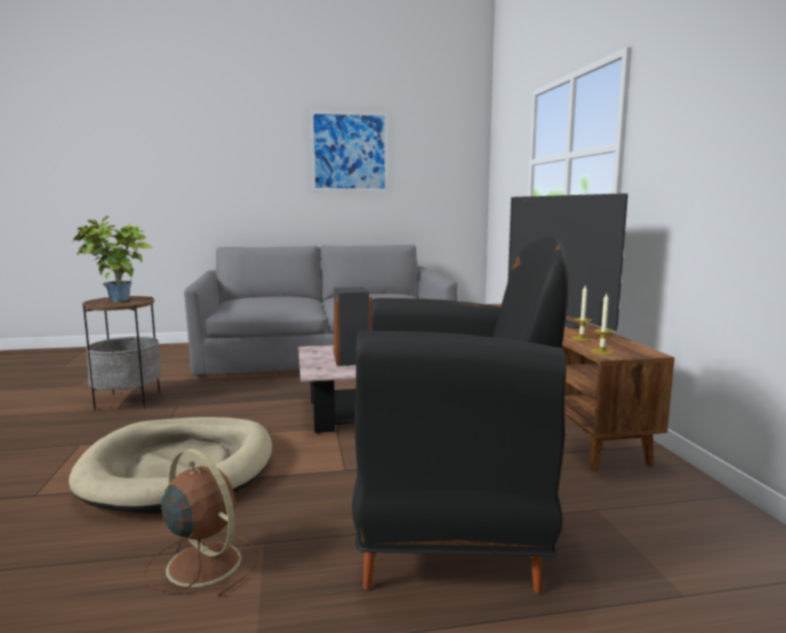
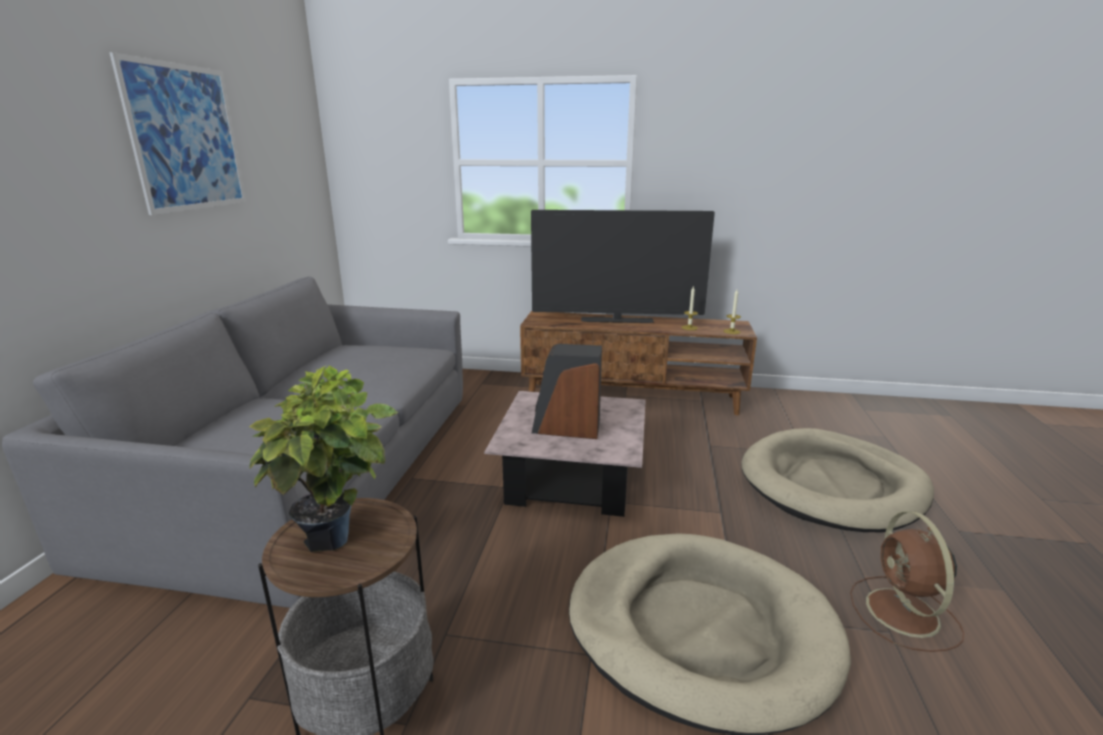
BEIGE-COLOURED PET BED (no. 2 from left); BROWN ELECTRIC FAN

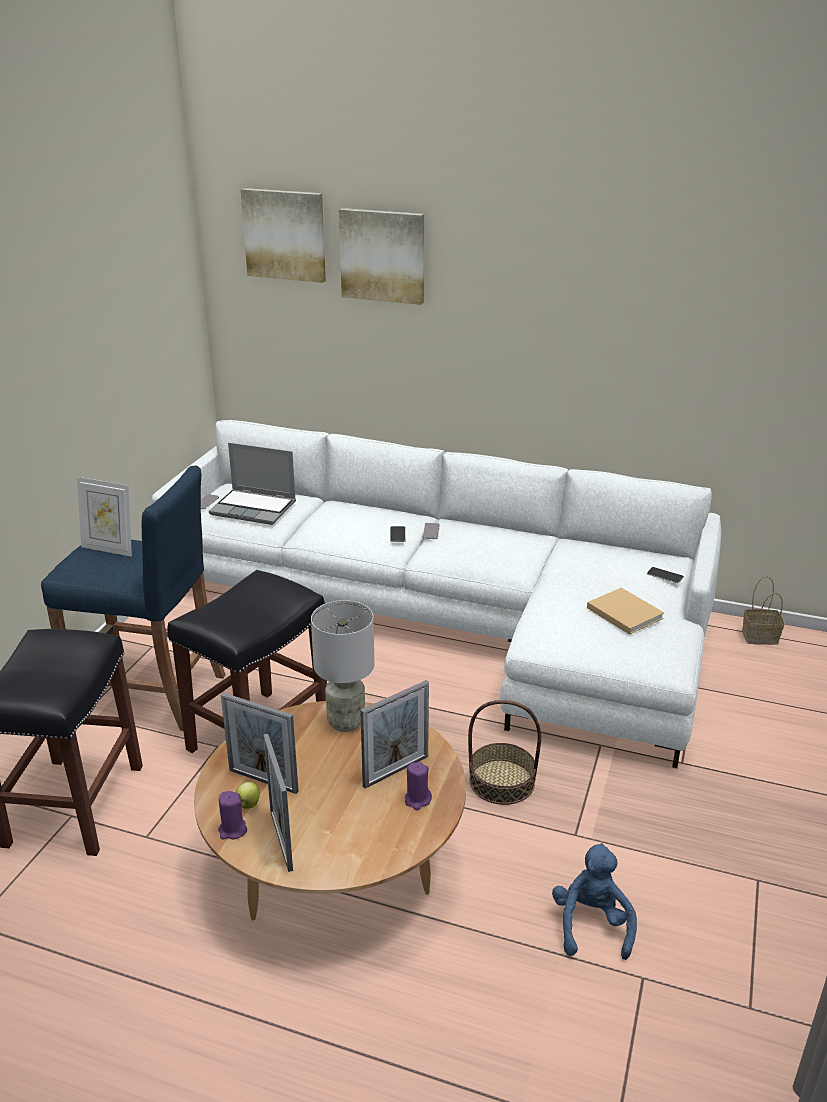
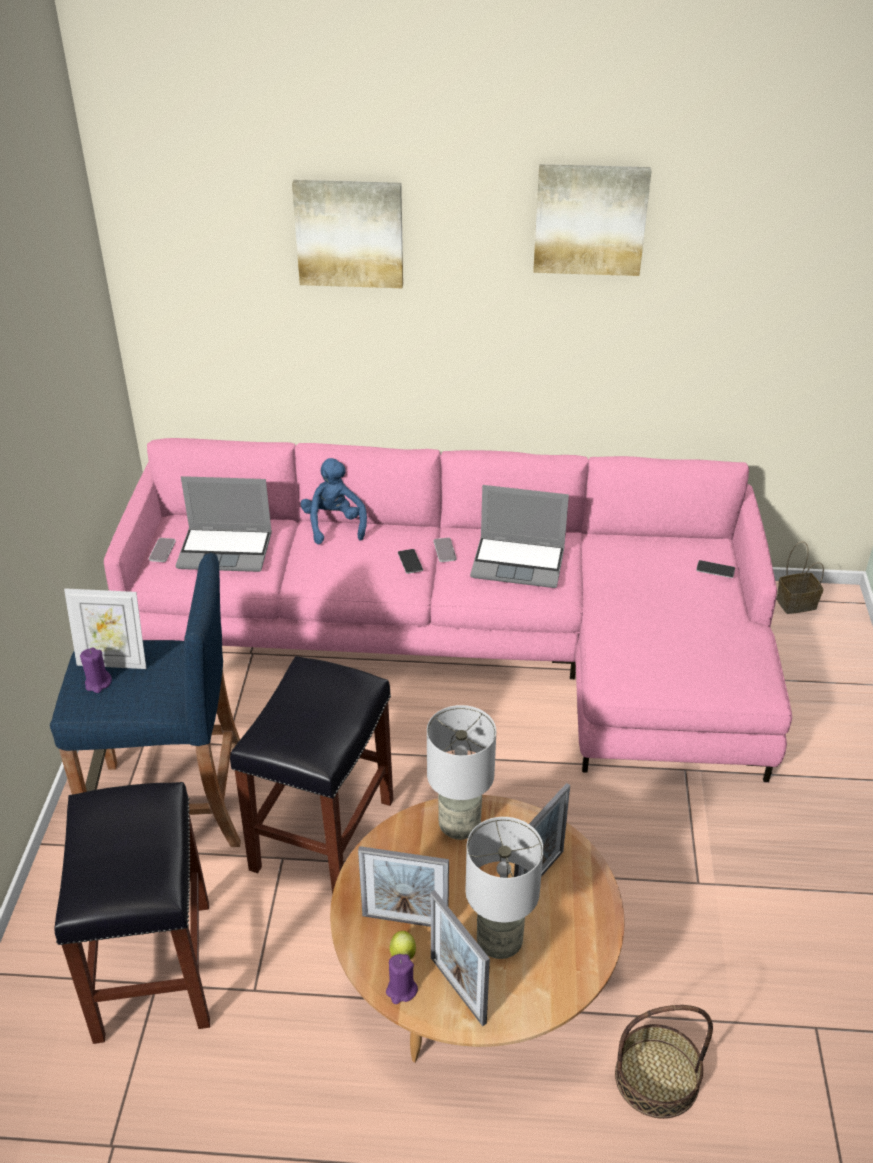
BEIGE-COLOURED BOUND BOOK; GREYISH TABLE LAMP (no. 2 from left); LAPTOP (no. 2 from left); WALL ART (no. 2 from left); PURPLE-COLOURED WAX CANDLE (no. 1 from left); STORAGE BASKET (no. 1 from left); BLUE SOFT TOY; PINKISH COUCH

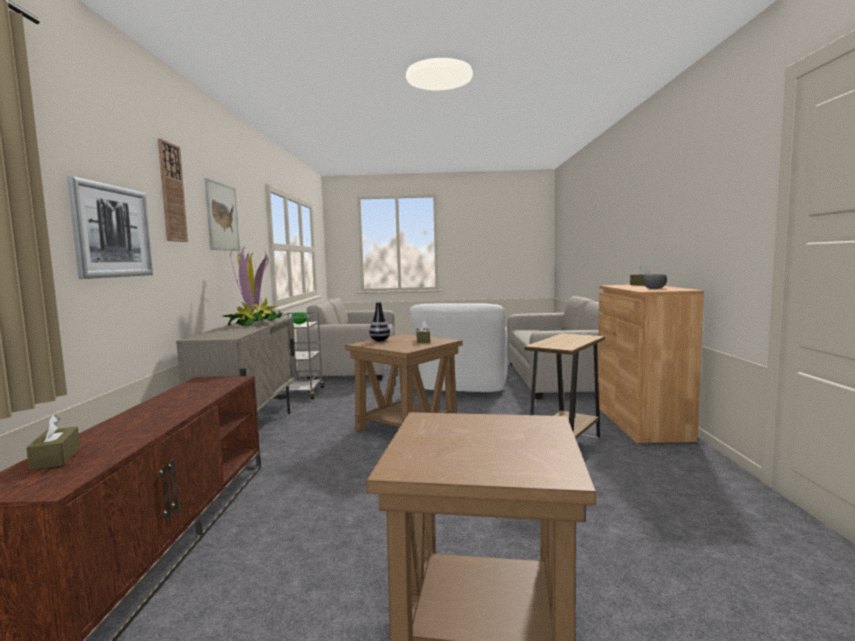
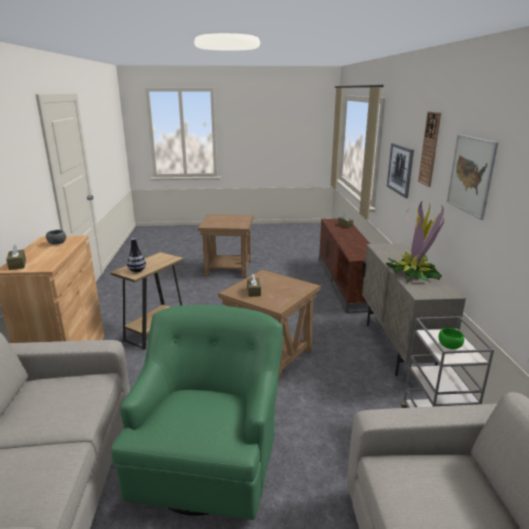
FLOWER VASE; GREENISH LOUNGE CHAIR

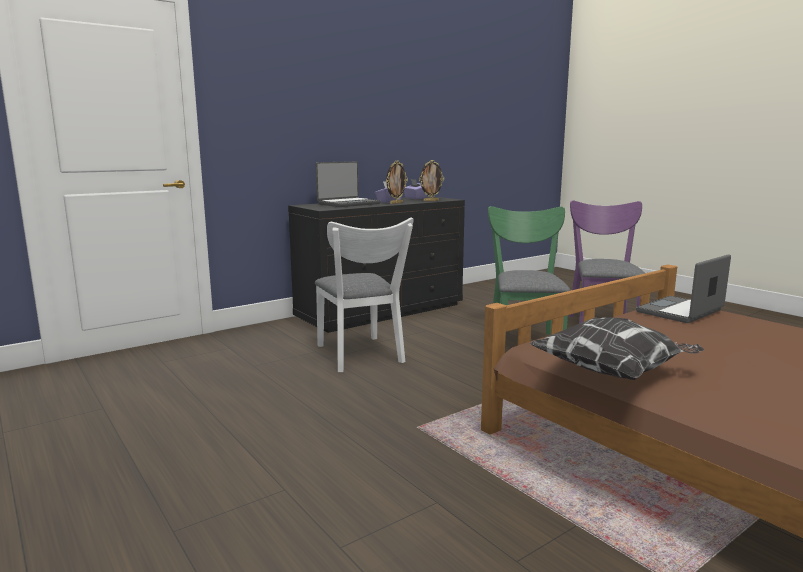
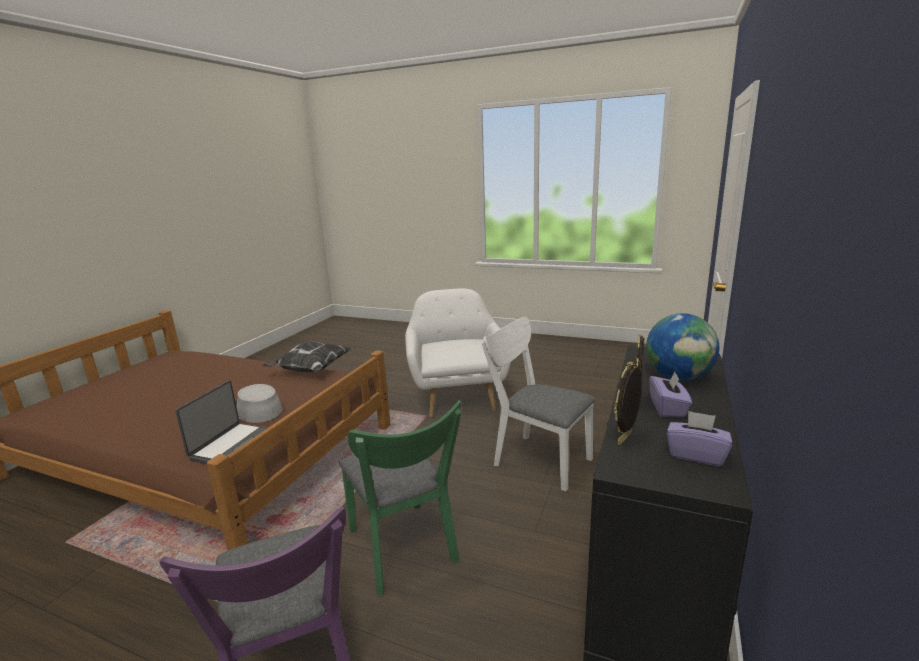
GREYISH HAT; WHITE-COLOURED LOUNGE CHAIR; GLOBE

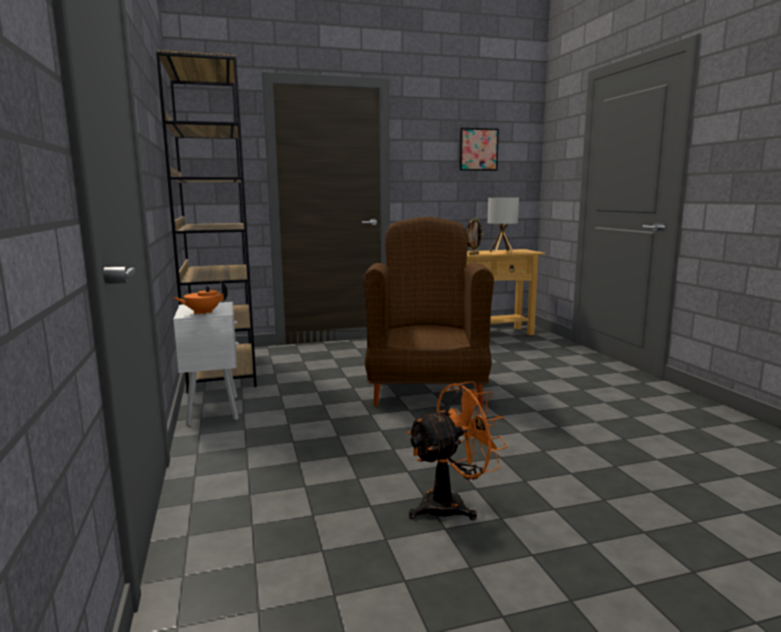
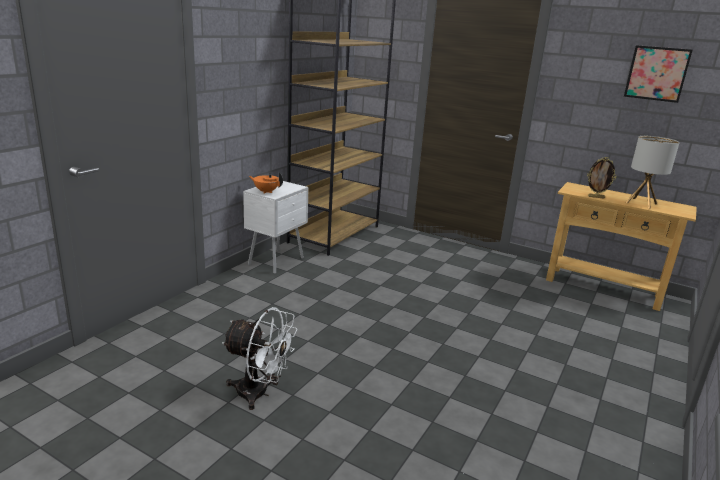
BROWN LOUNGE CHAIR; WHITE-COLOURED ELECTRIC FAN

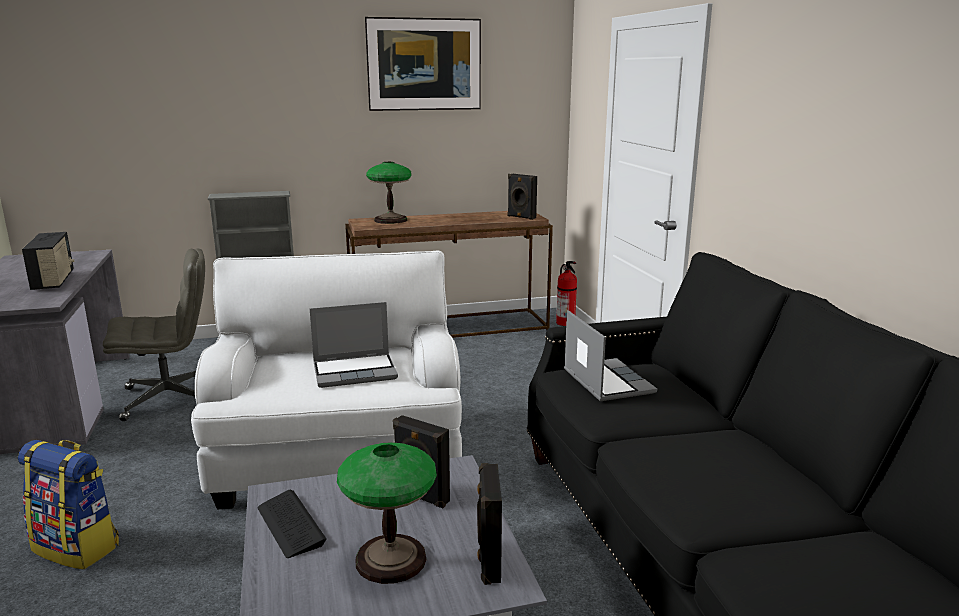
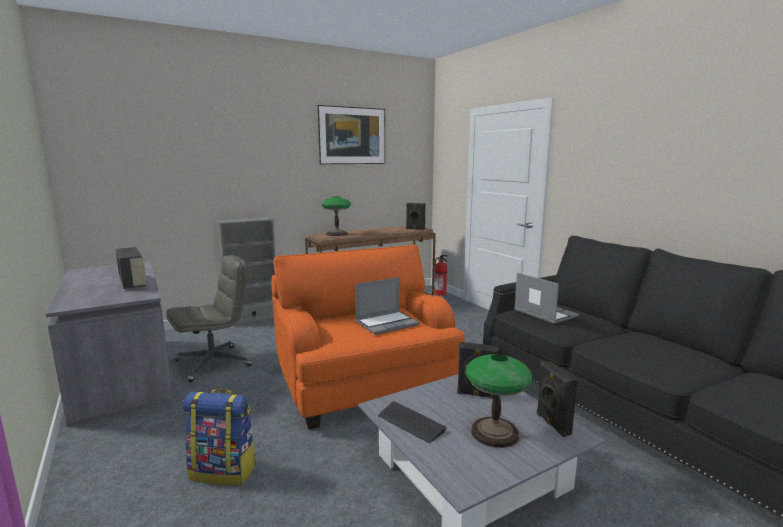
ORANGEY LOUNGE CHAIR

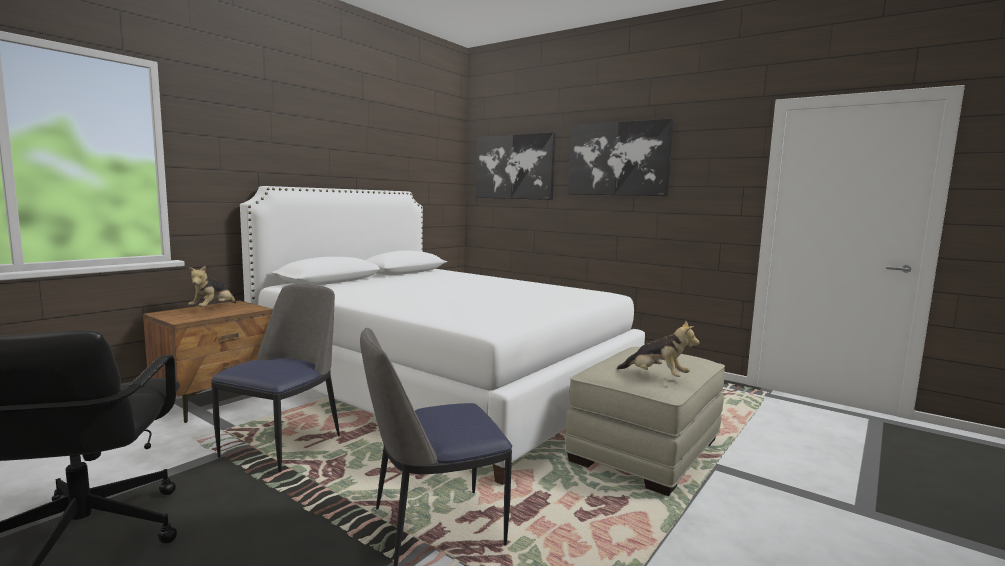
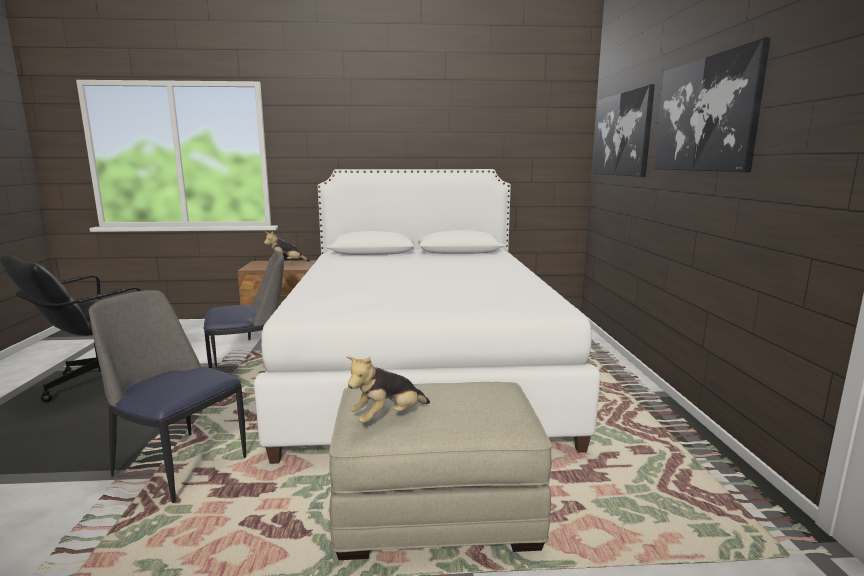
SOFT TOY (no. 2 from left)

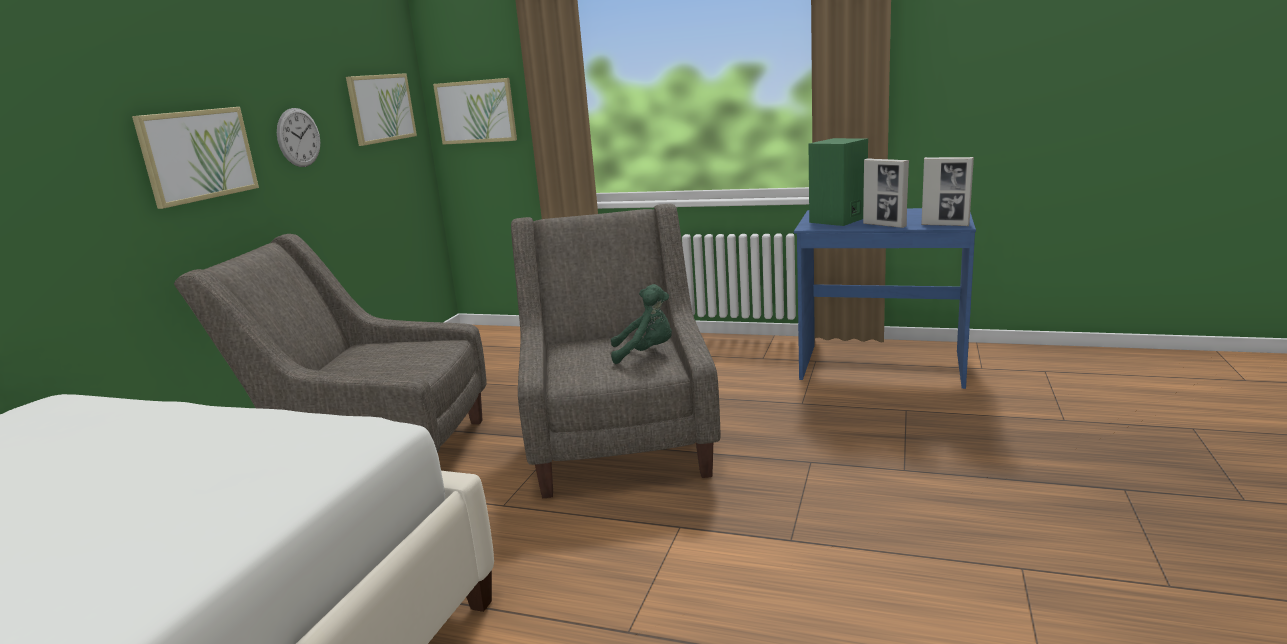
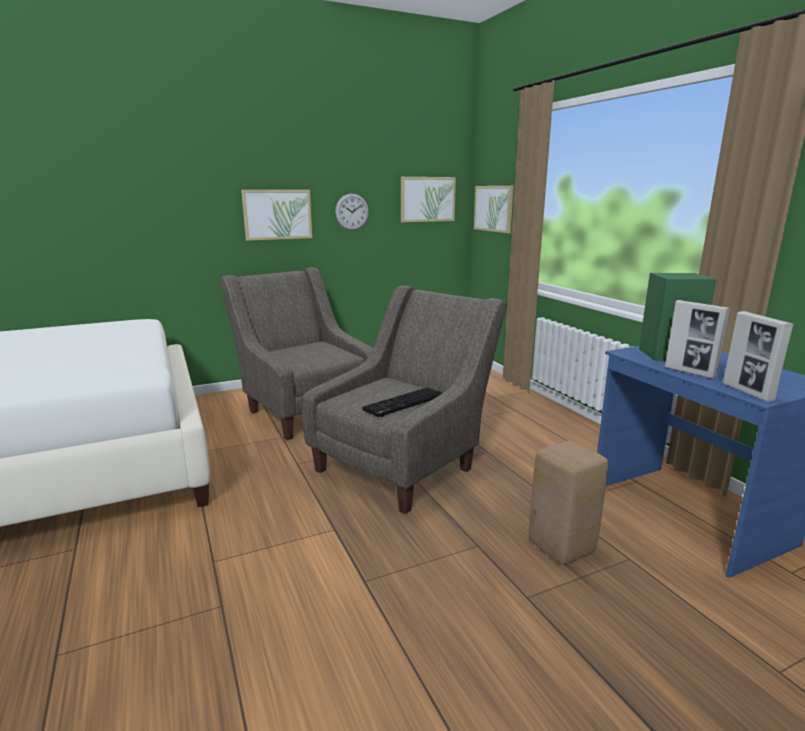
BEIGE-COLOURED STOOL; COMPUTER KEYBOARD; PHOTO FRAME (no. 1 from left)

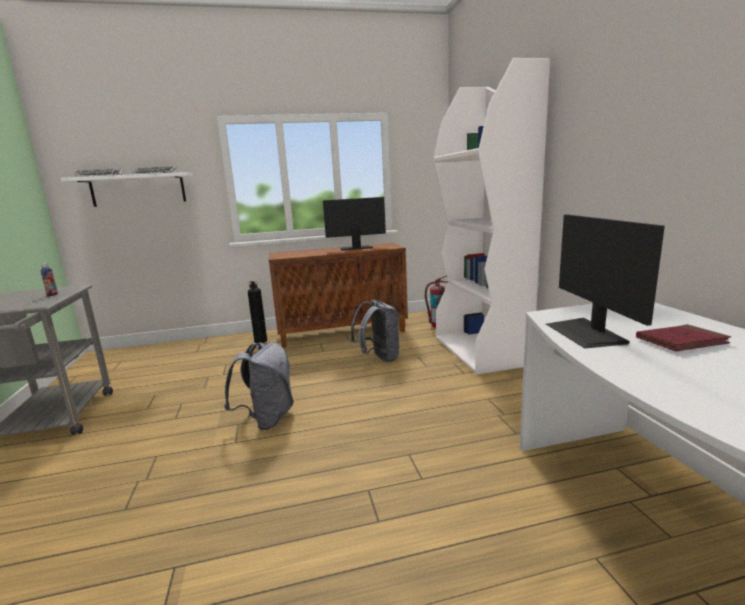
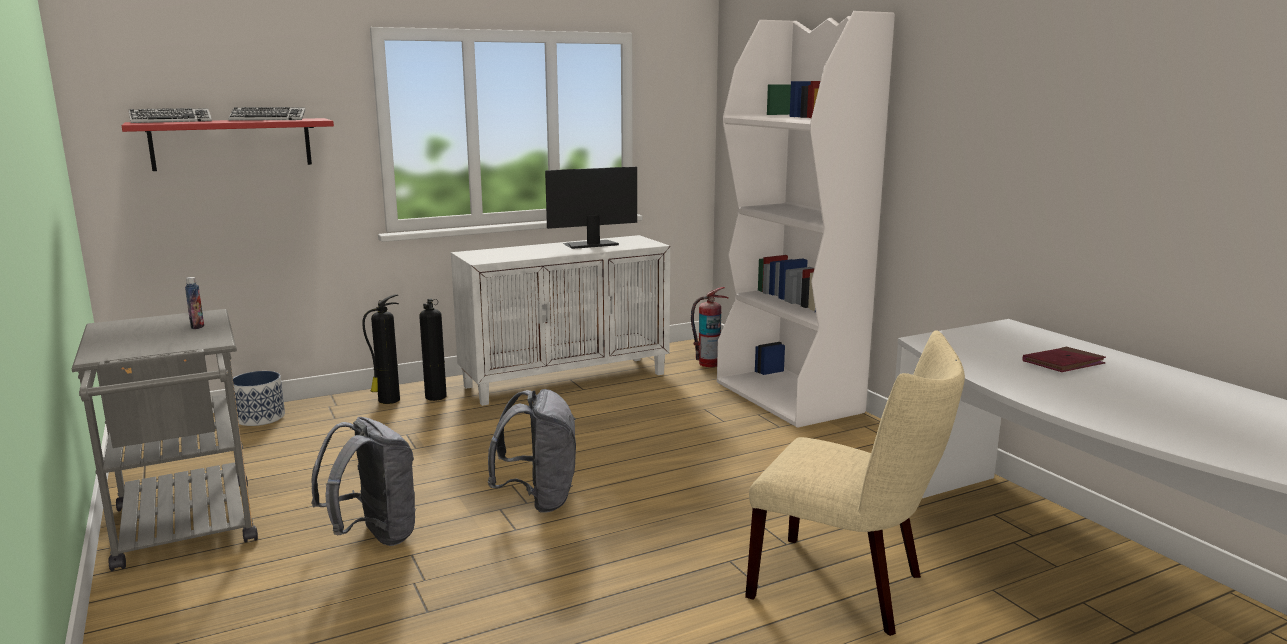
COMPUTER SCREEN (no. 2 from left in the first image); FLOWER POT; EXTINGUISHER (no. 1 from left); BEIGE-COLOURED CHAIR; GREYISH KNAPSACK (no. 1 from left); RED-COLOURED WALL SHELF; WHITE-COLOURED CUPBOARD

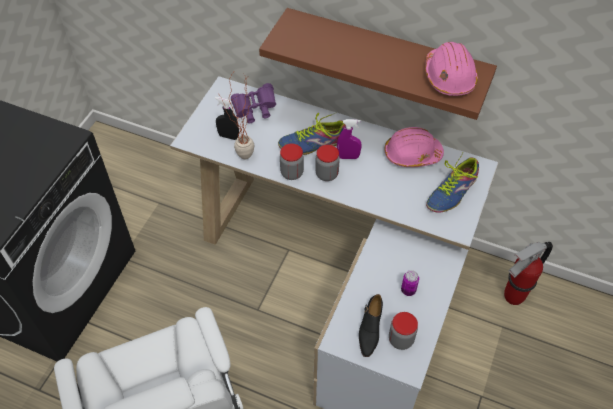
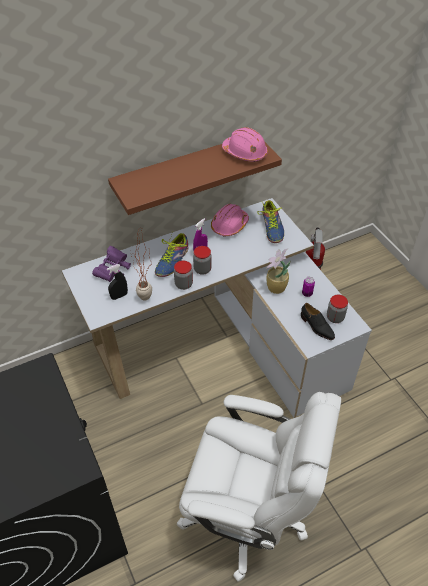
HOUSEPLANT (no. 2 from left)

